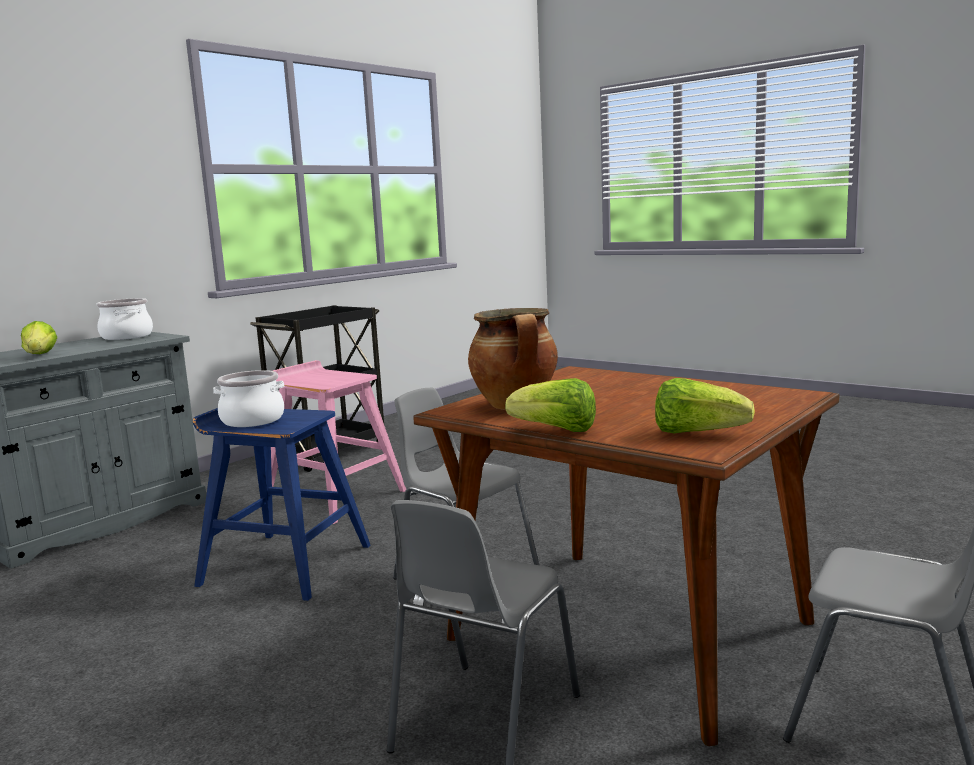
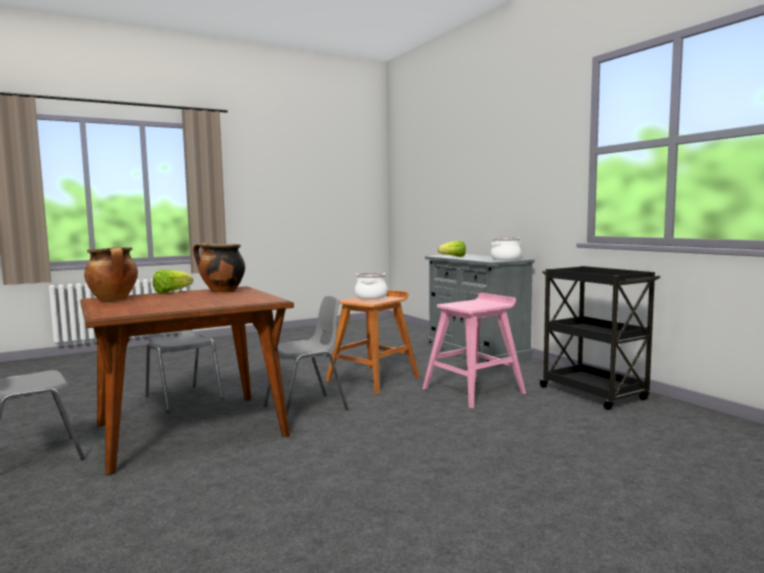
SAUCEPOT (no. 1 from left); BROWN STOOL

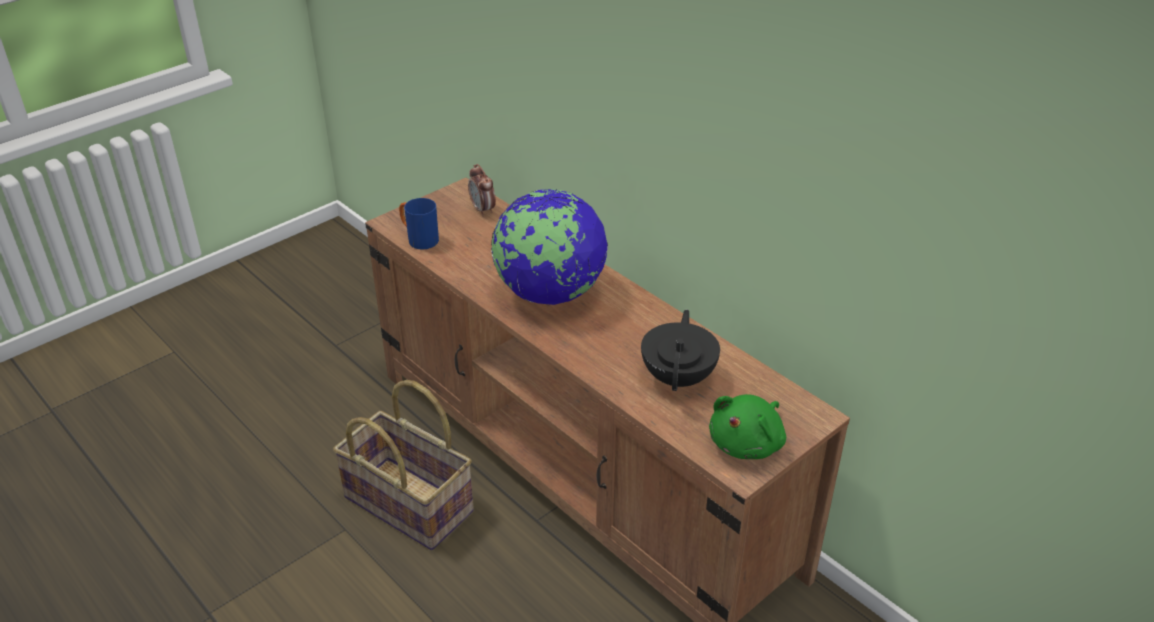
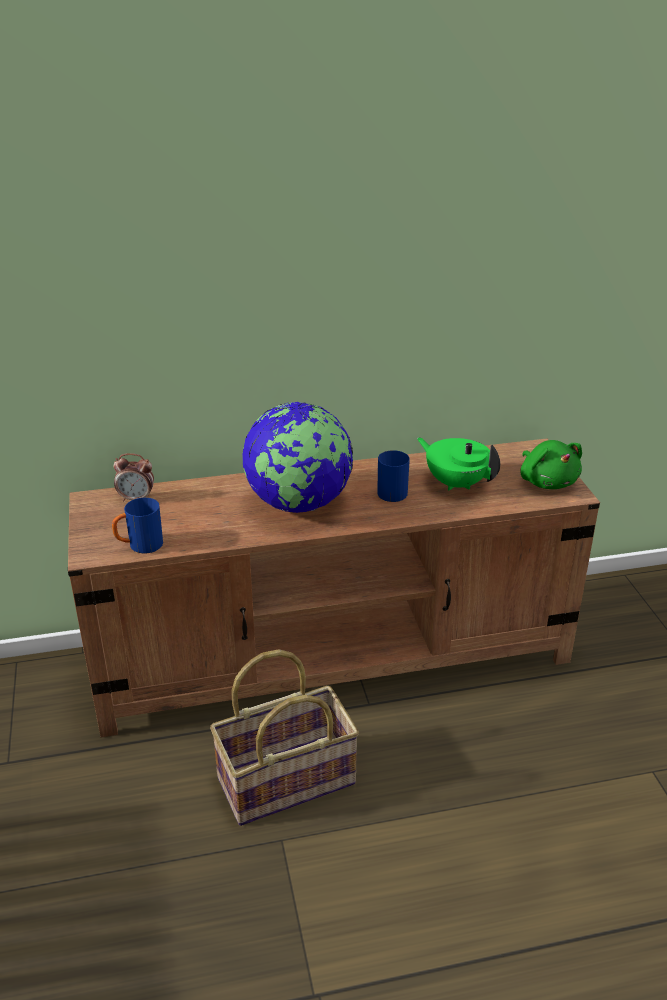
BLUE COFFEE MUG (no. 2 from left); GREENISH TEA POT

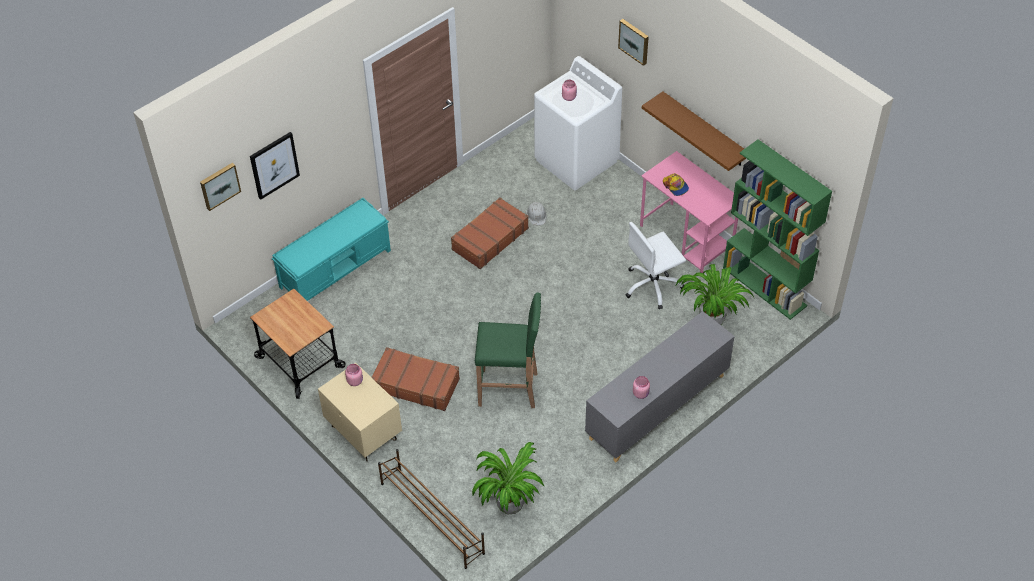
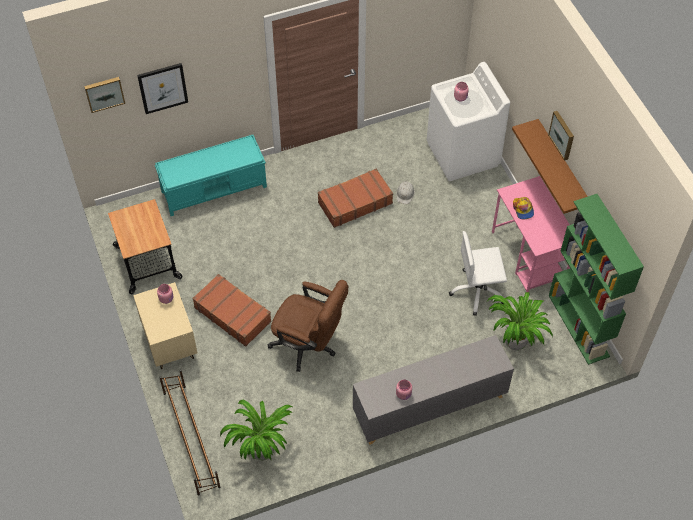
WALL ART (no. 3 from left); BROWN DESK CHAIR

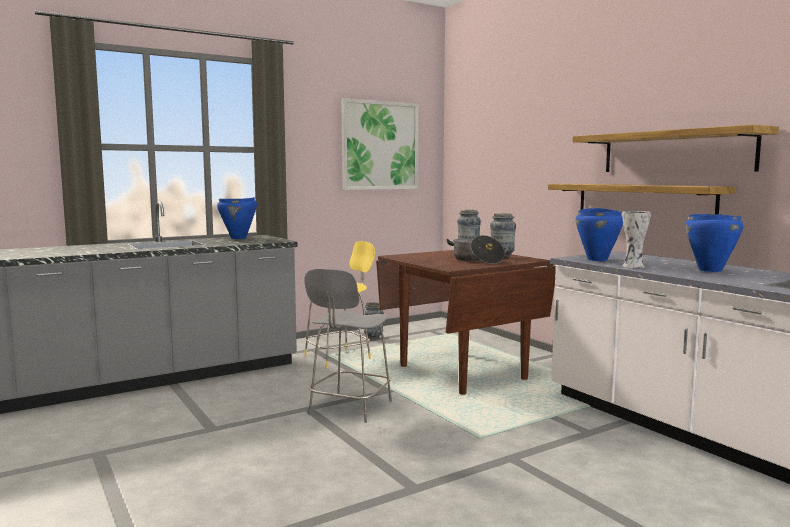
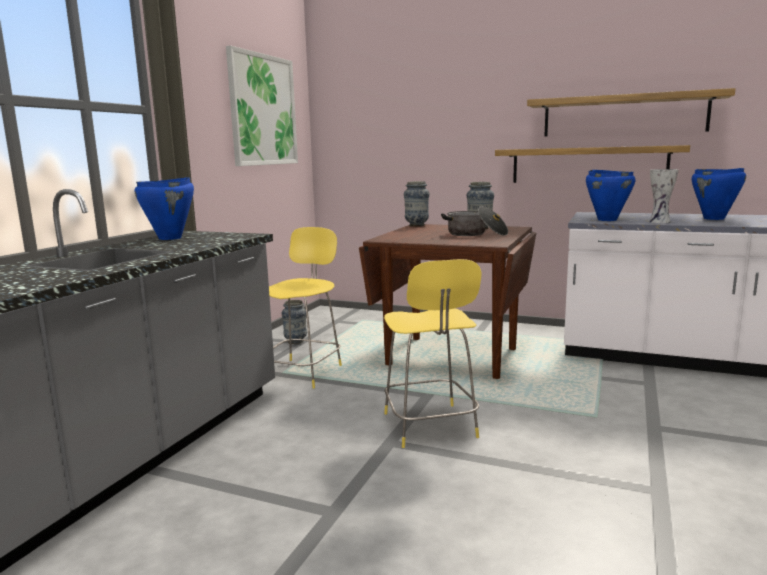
YELLOW STOOL (no. 2 from left)

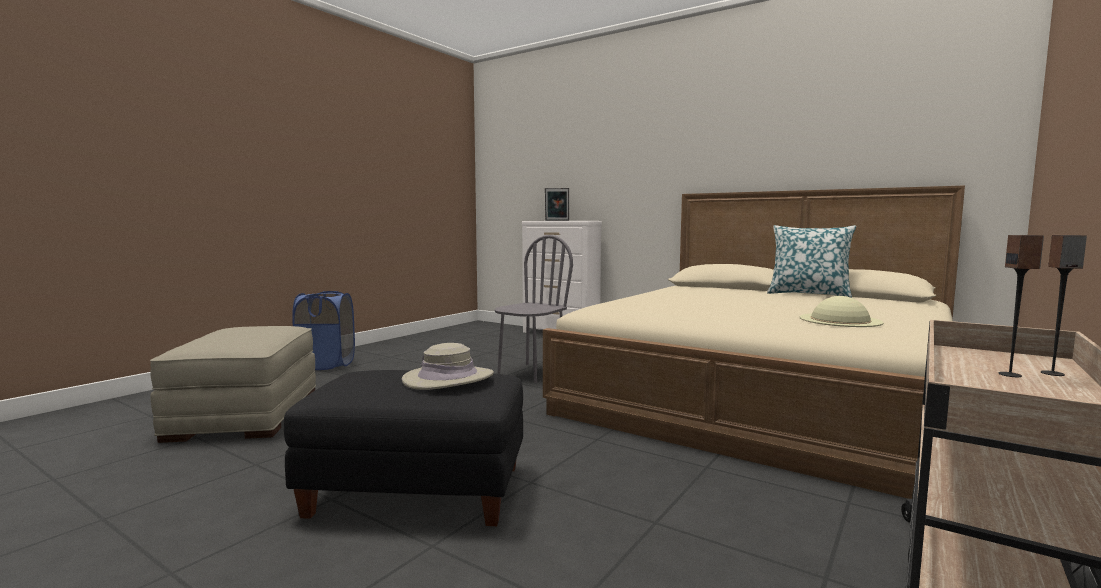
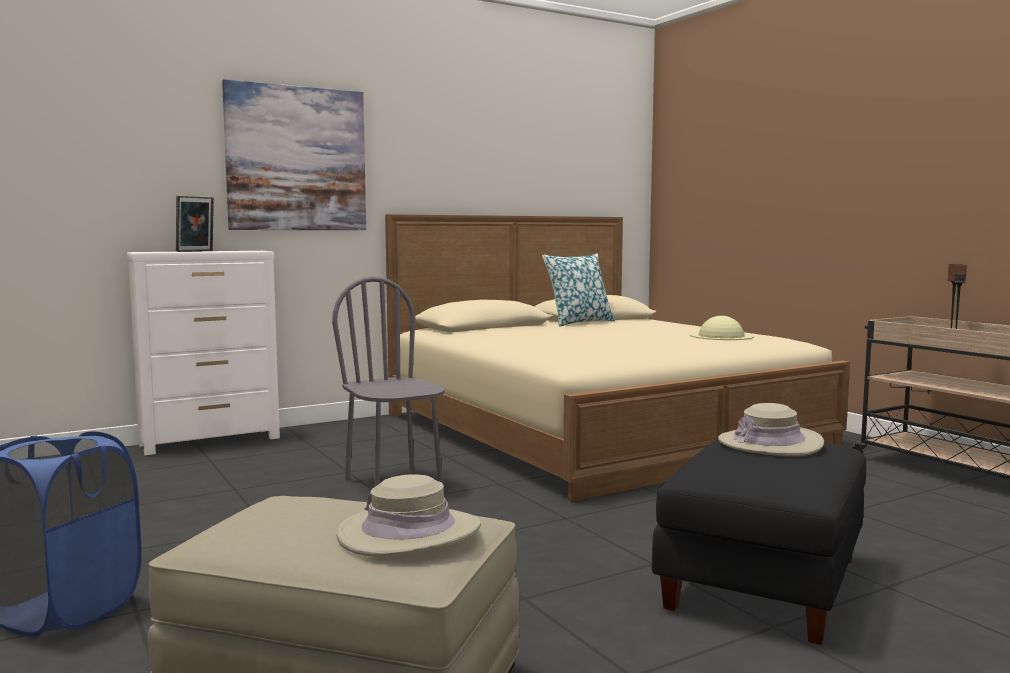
WALL ART; BEIGE-COLOURED HAT (no. 1 from left)

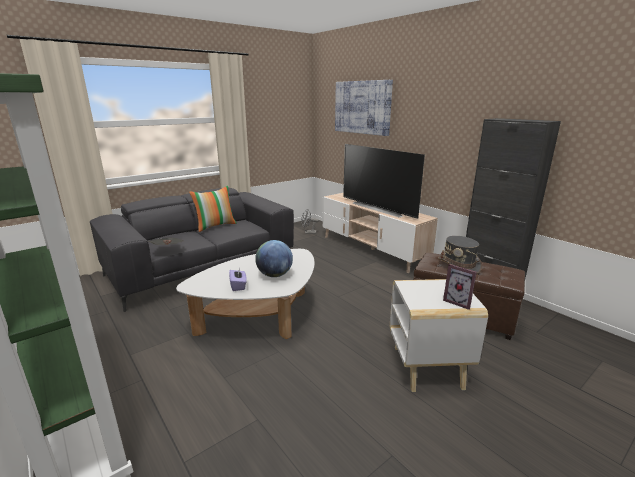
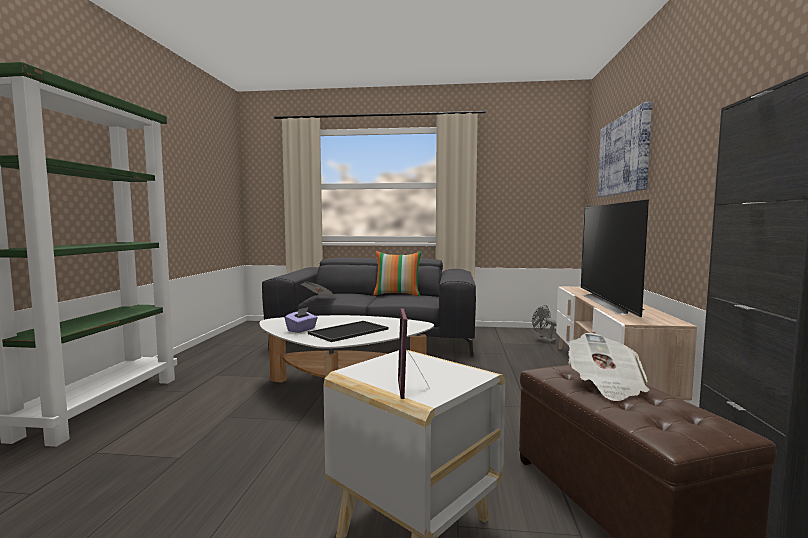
TRAY; NEWSPAPER (no. 2 from left)

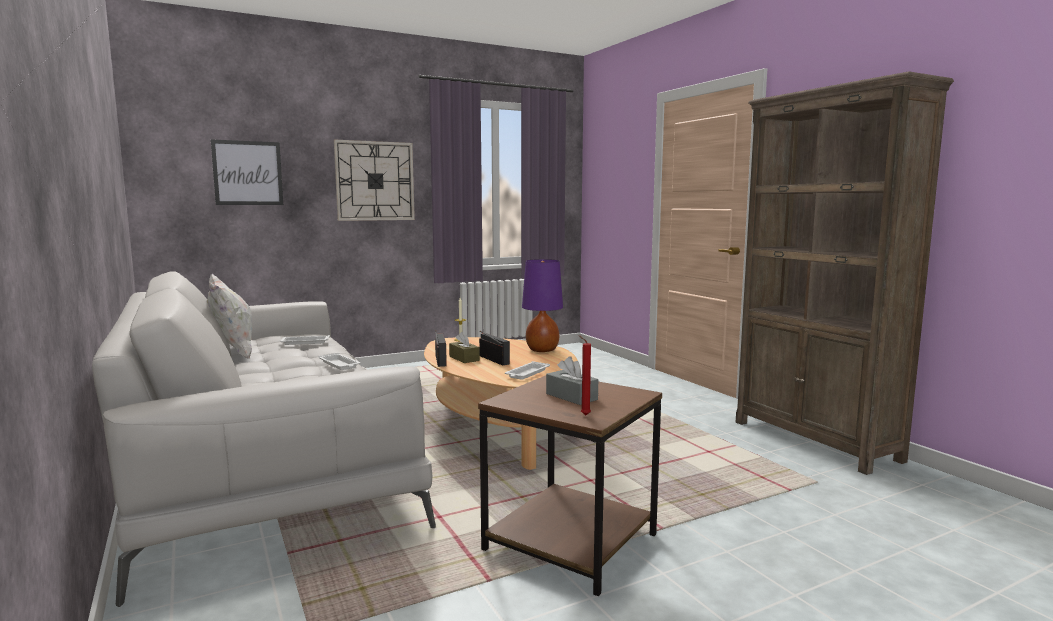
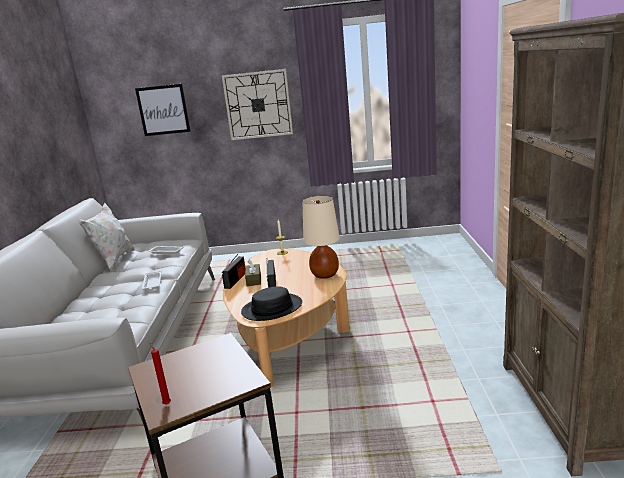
GREYISH TISSUE BOX; BLACK HAT; BEIGE-COLOURED TABLE LAMP

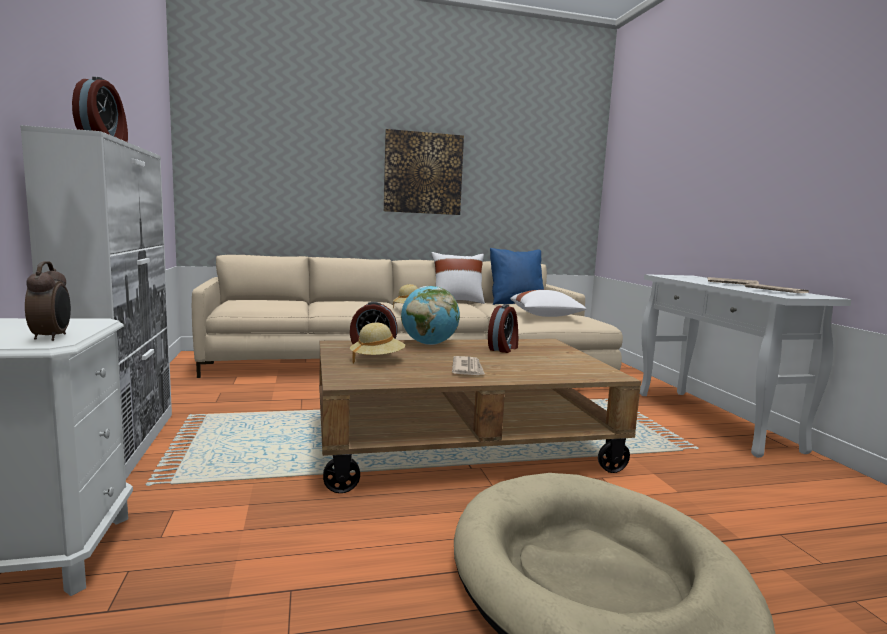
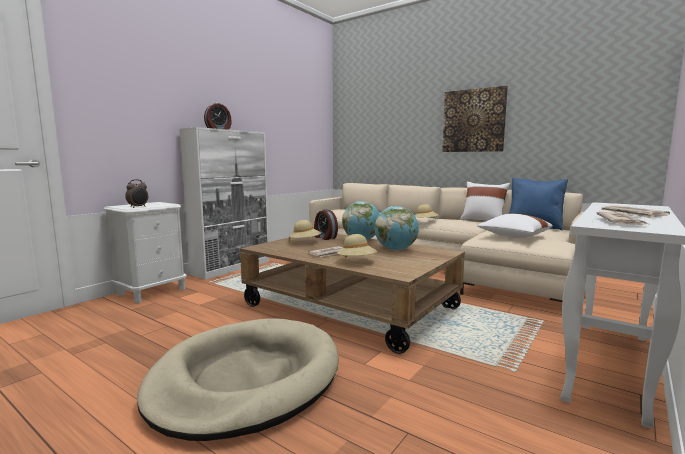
BEIGE-COLOURED HAT (no. 2 from left); GLOBE (no. 2 from left)

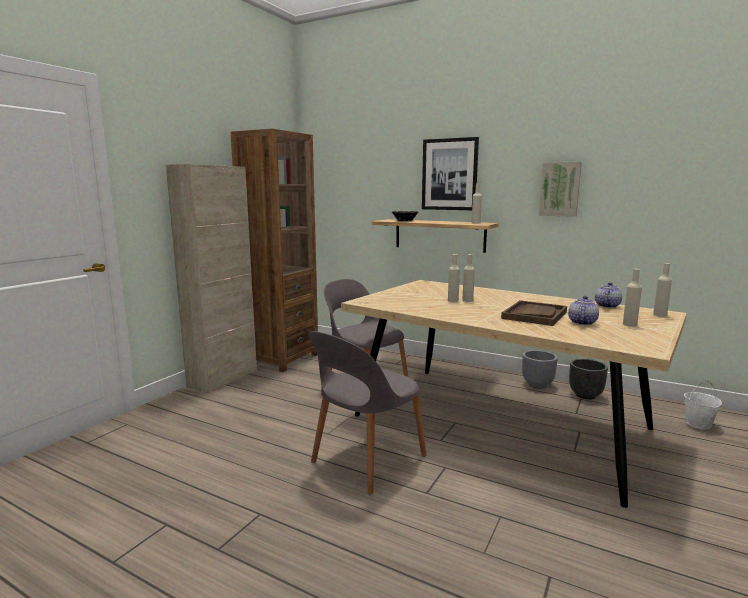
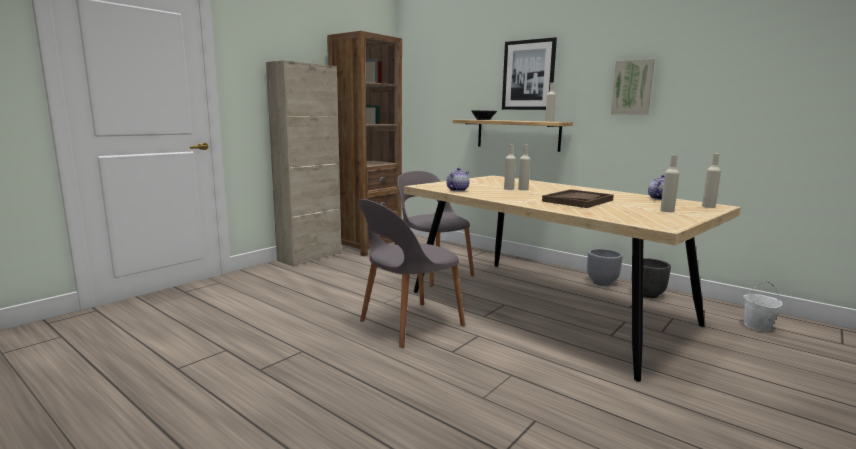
TEA POT (no. 1 from left)

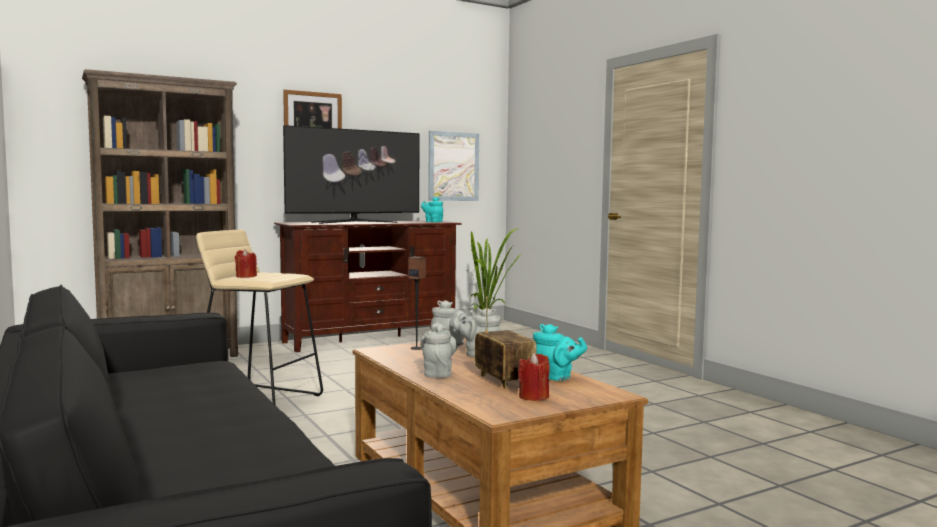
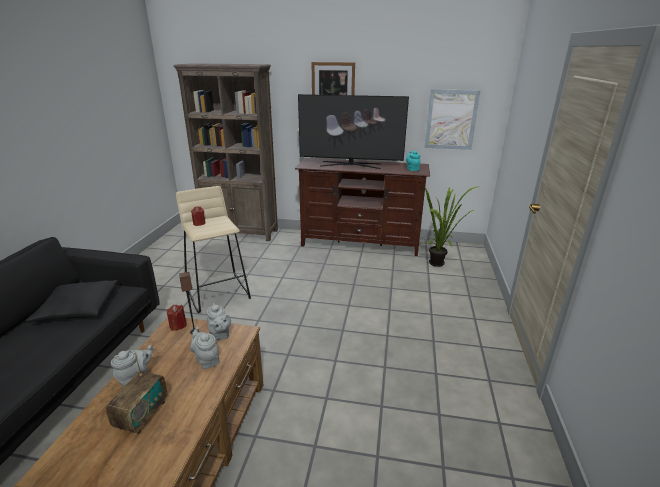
TURQUOISE-COLOURED TEA POT (no. 2 from left in the first image); BLACK PILLOW; RED-COLOURED WAX CANDLE (no. 1 from left)

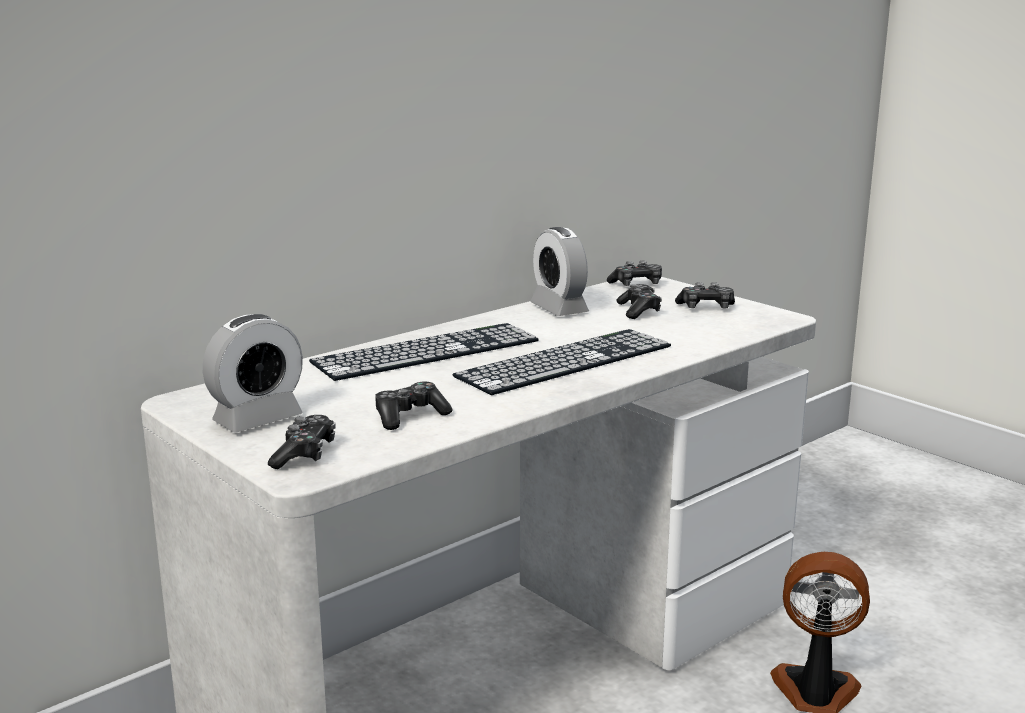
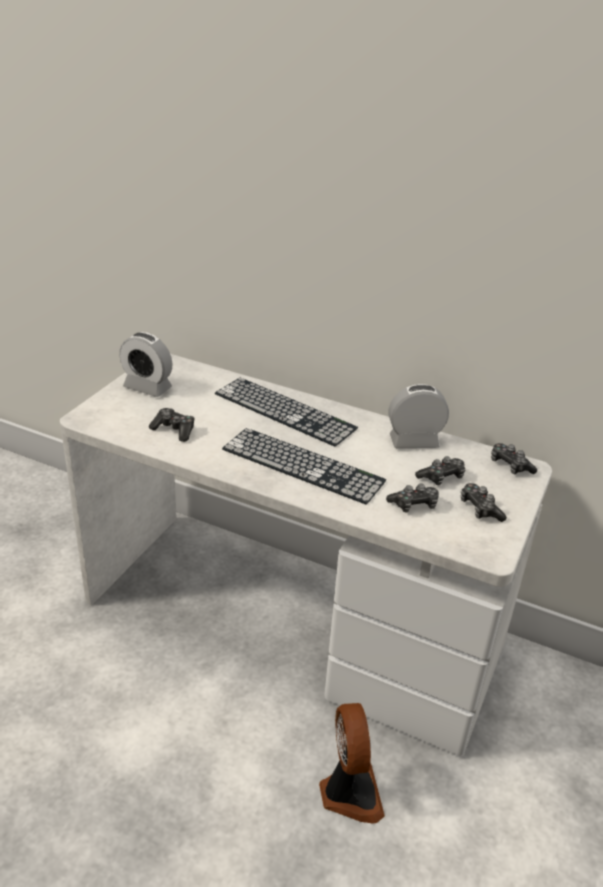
GAME CONTROLLER (no. 2 from left); BEDSIDE CLOCK (no. 2 from left)

